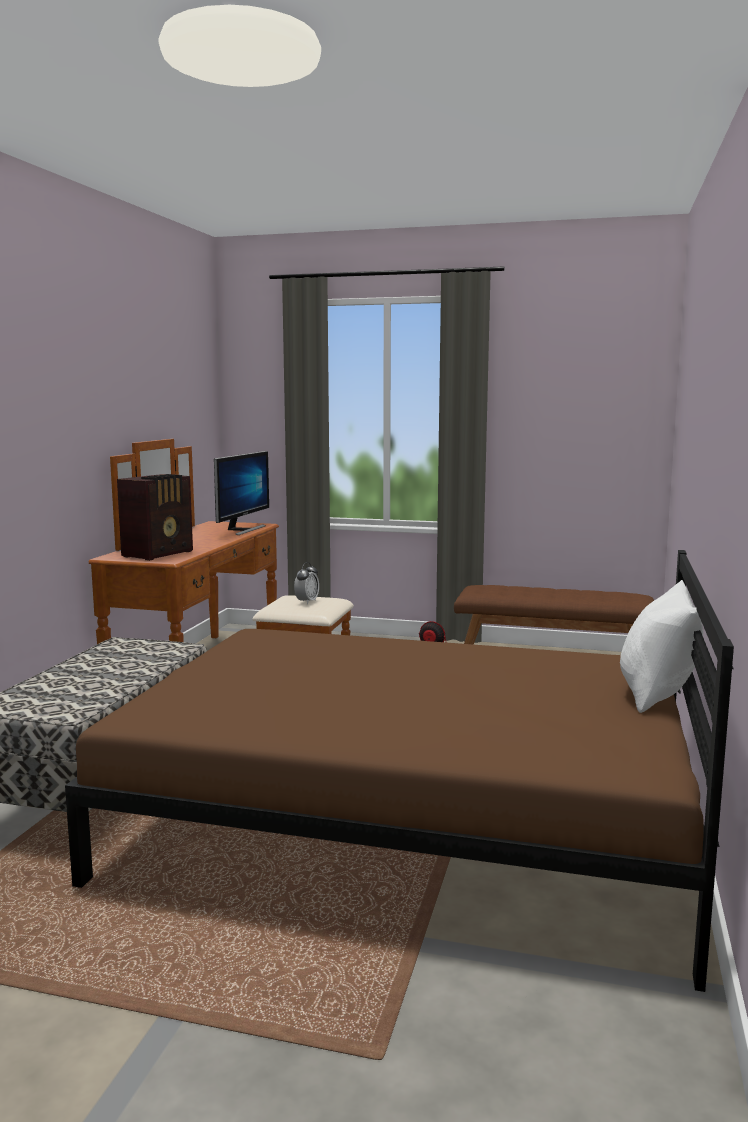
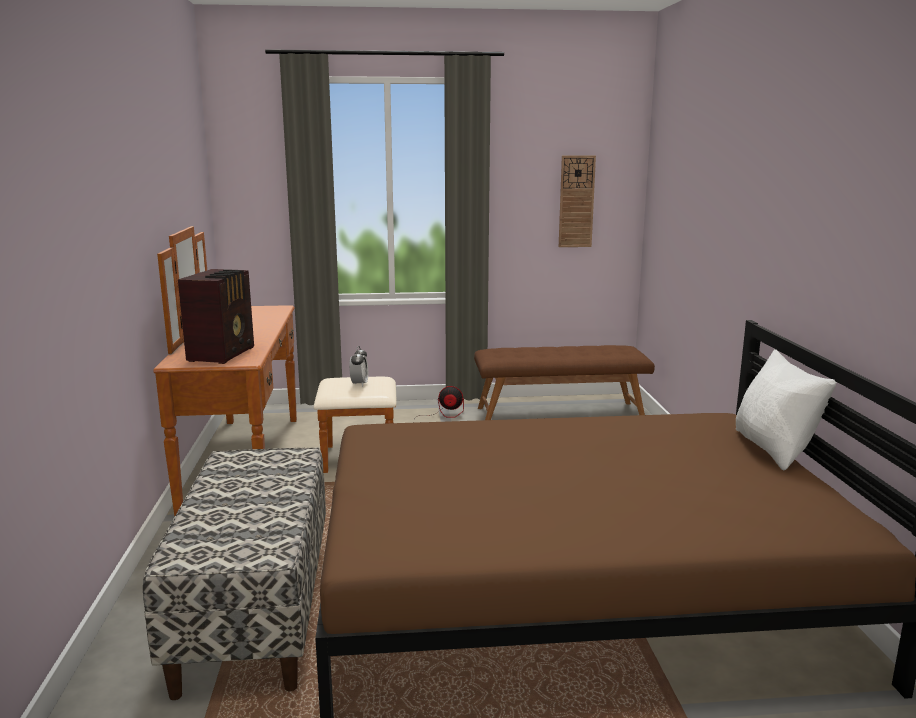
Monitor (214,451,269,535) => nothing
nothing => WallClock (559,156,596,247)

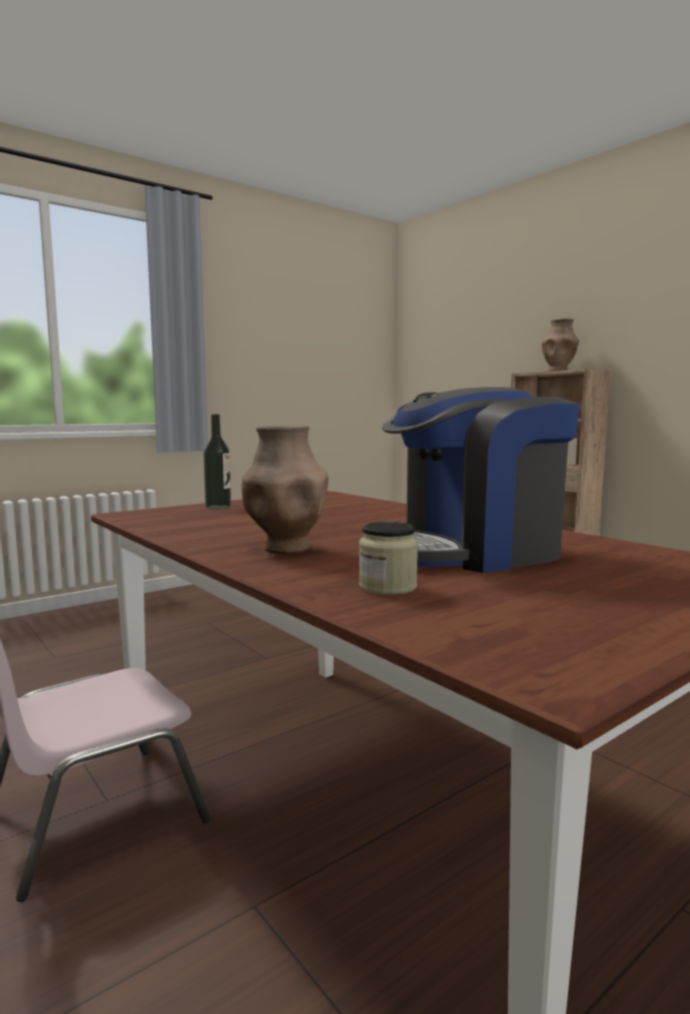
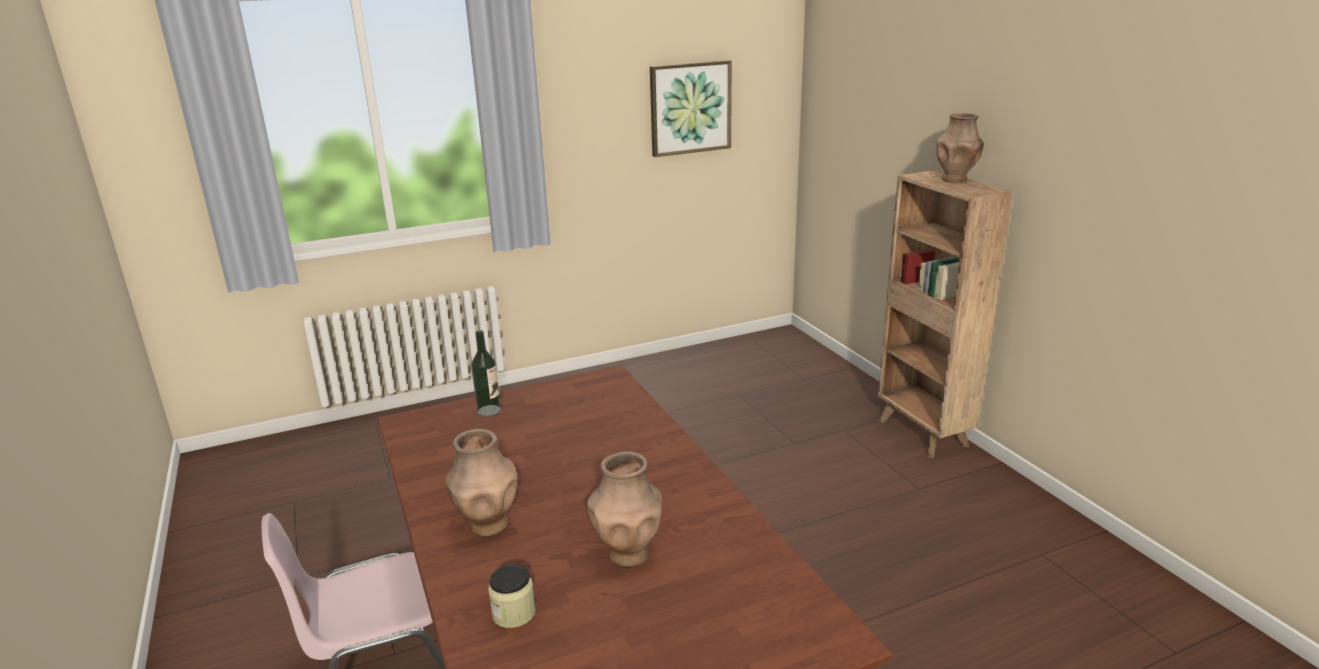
nothing => Picture (650,60,732,157)
CoffeeMachine (382,387,579,573) => BrownVase (587,452,662,568)

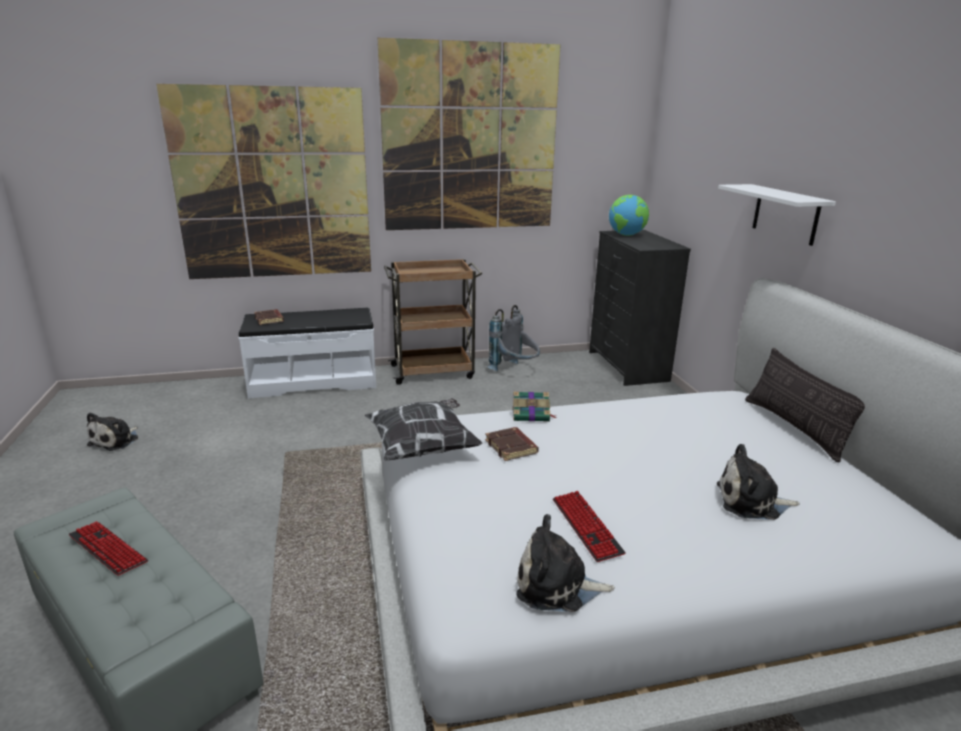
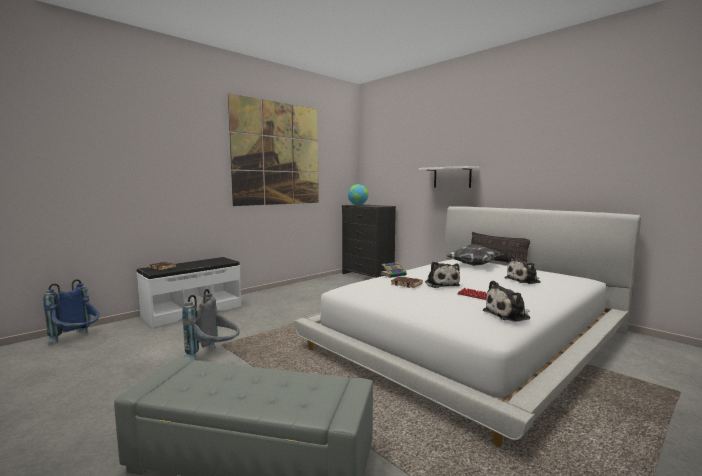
Keyboard (68,521,148,576) => nothing
Picture (156,84,371,279) => nothing
BrownCart (384,259,483,385) => nothing
nothing => BlueBackpack (43,279,99,342)
PlushToy (87,412,138,451) => PlushToy (425,262,460,288), relocated
Pillow (364,398,483,460) => Pillow (446,244,504,266), relocated
GreyBackpack (487,305,540,371) => GreyBackpack (182,289,239,360), relocated

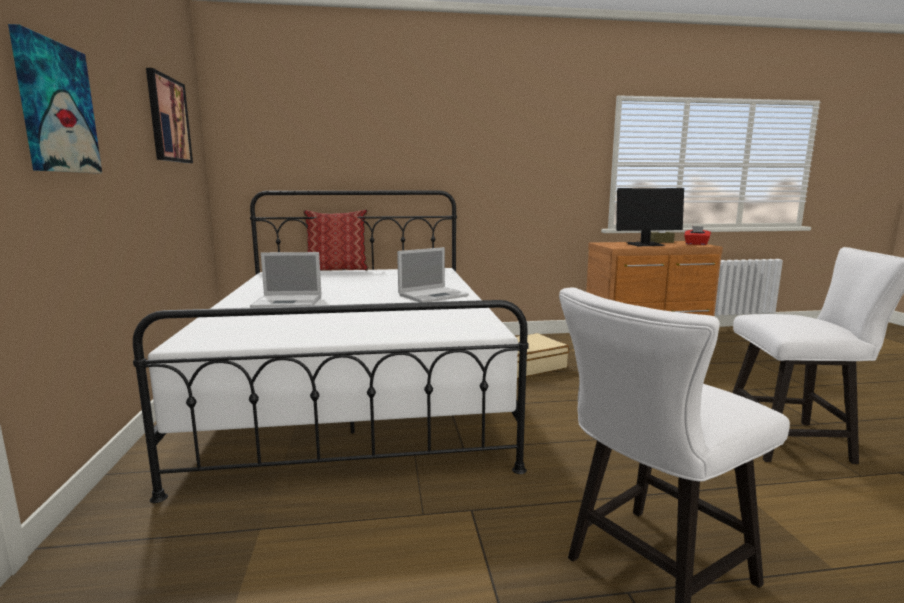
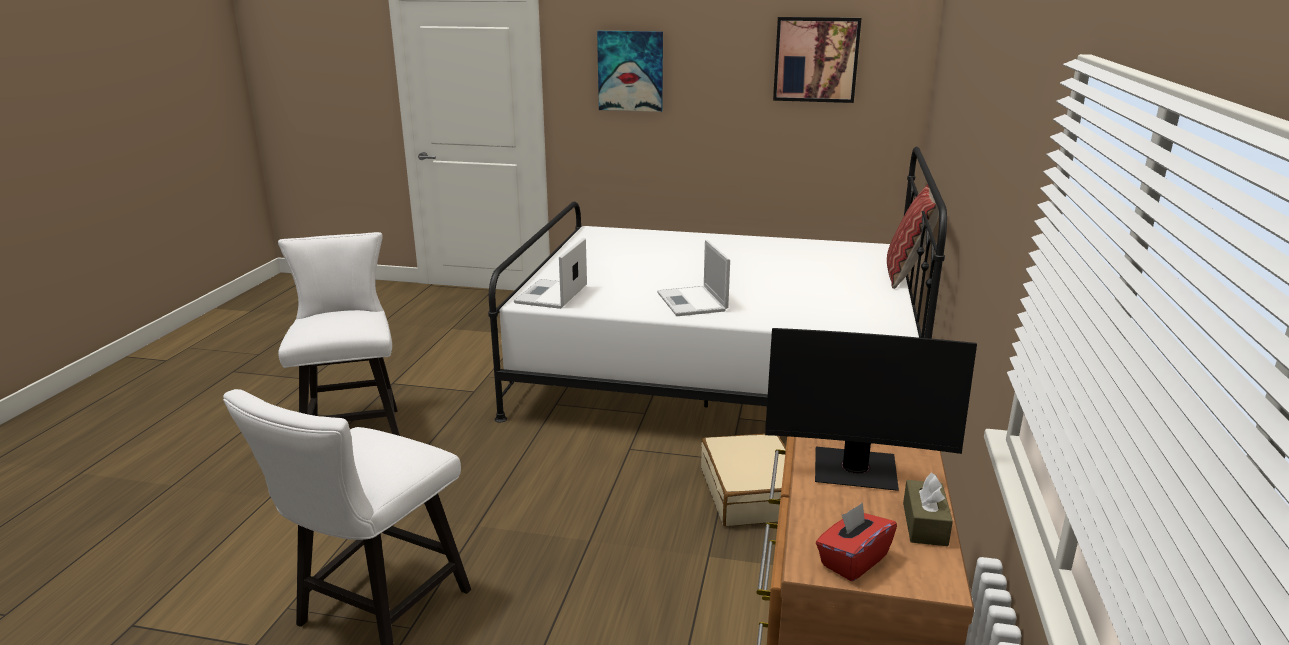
Laptop (250,252,322,308) => Laptop (514,238,587,309), relocated
Monitor (616,188,684,246) => Monitor (765,328,977,491), 90 degrees counterclockwise

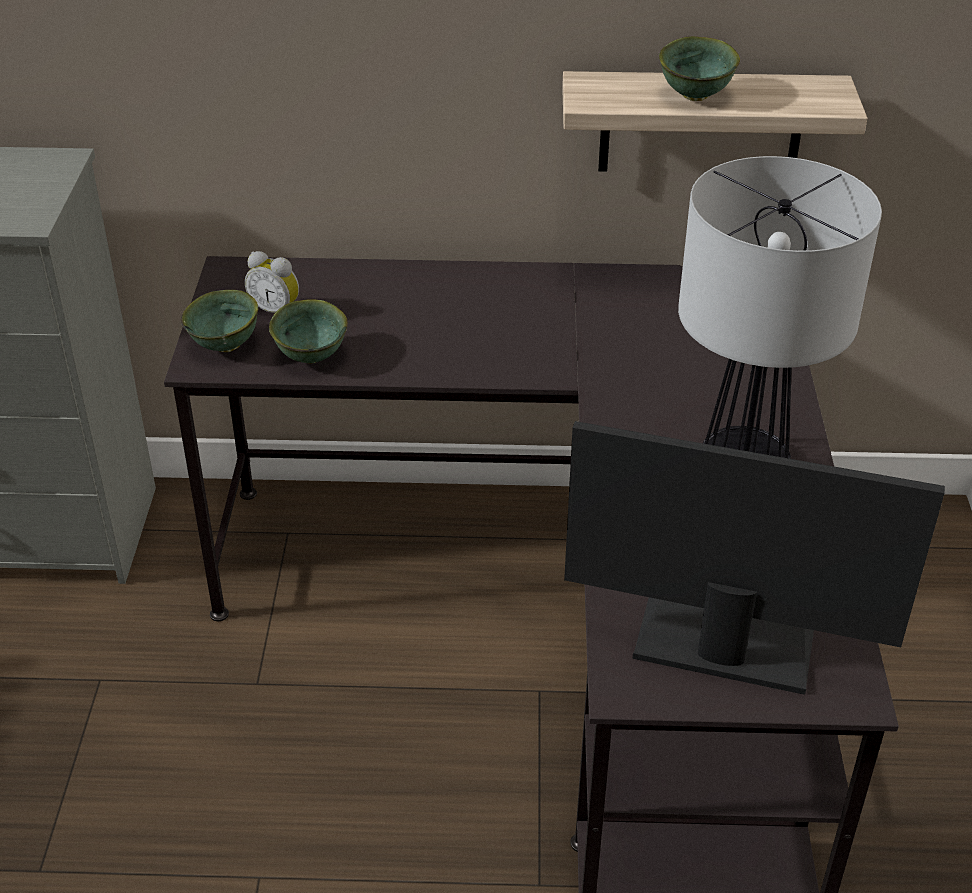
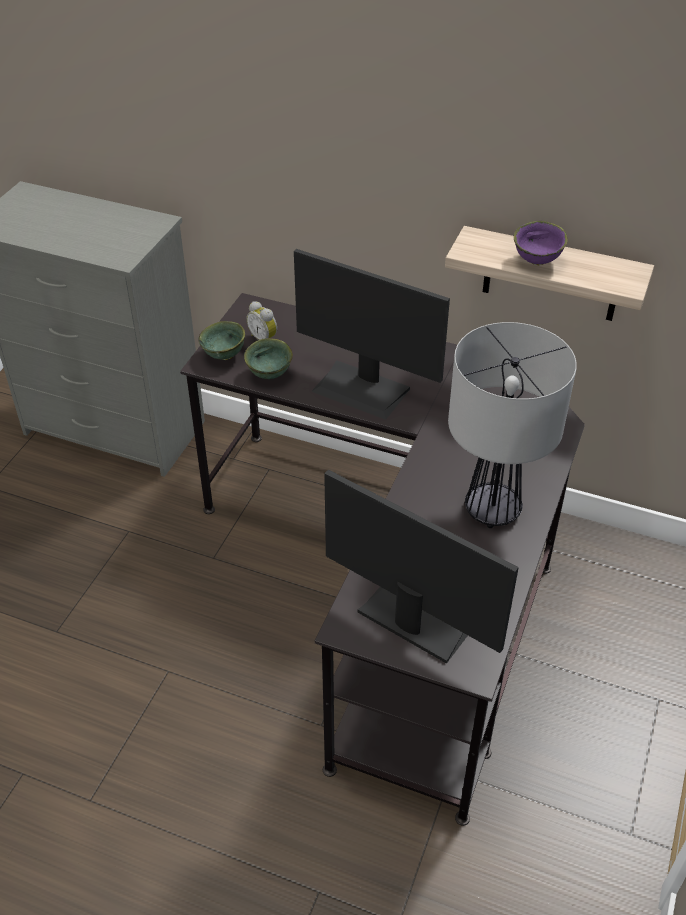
nothing => Monitor (294,249,450,420)
GreenBowl (659,36,740,101) => PurpleBowl (514,221,568,265)

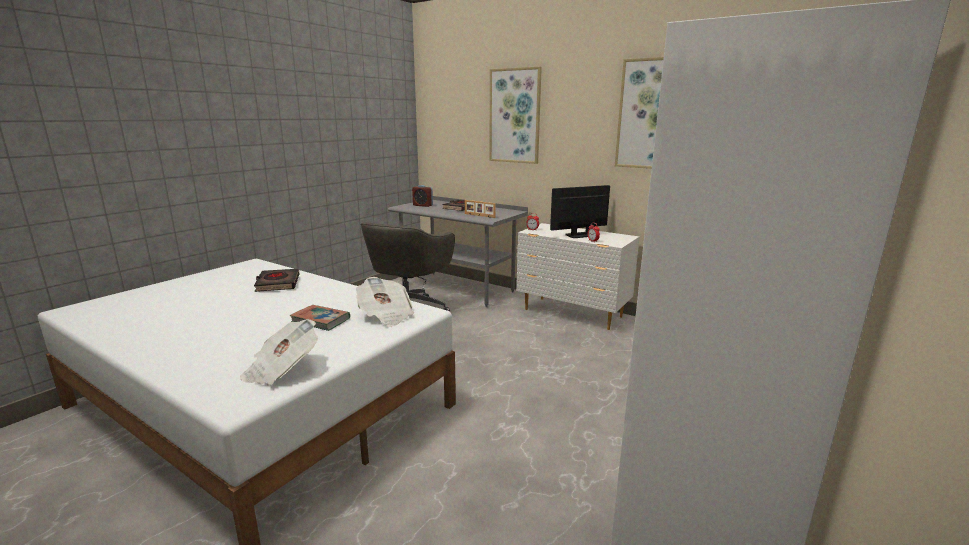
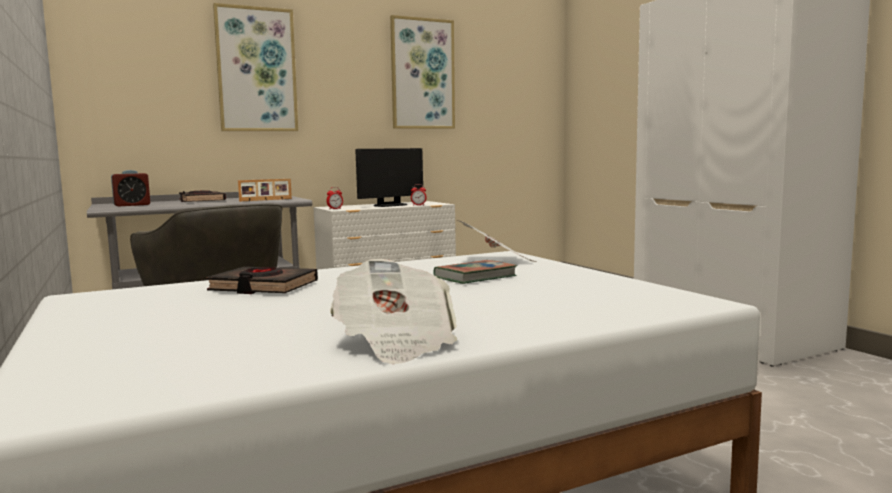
Newspaper (240,319,318,385) => Newspaper (330,259,457,364), relocated
Monitor (550,185,610,238) => Monitor (355,148,423,207), 135 degrees counterclockwise

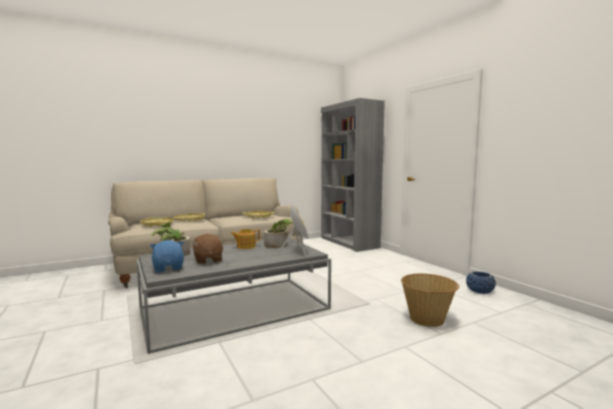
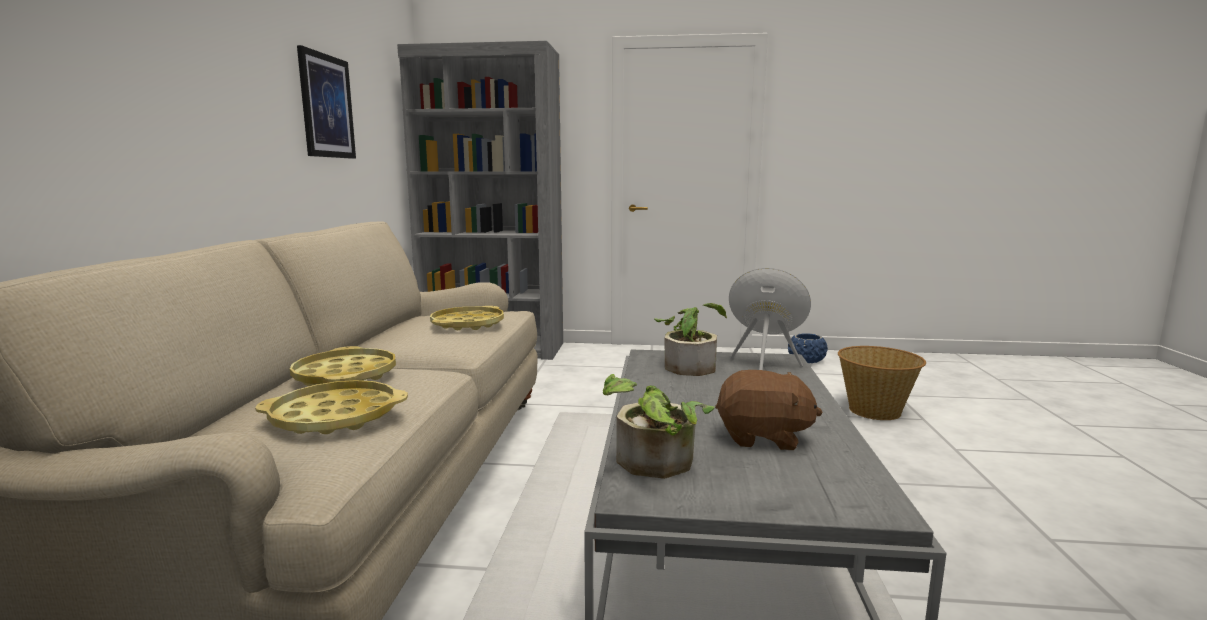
BluePlushToy (150,240,184,273) => nothing
Teapot (231,229,260,249) => nothing
nothing => Picture (297,45,356,159)

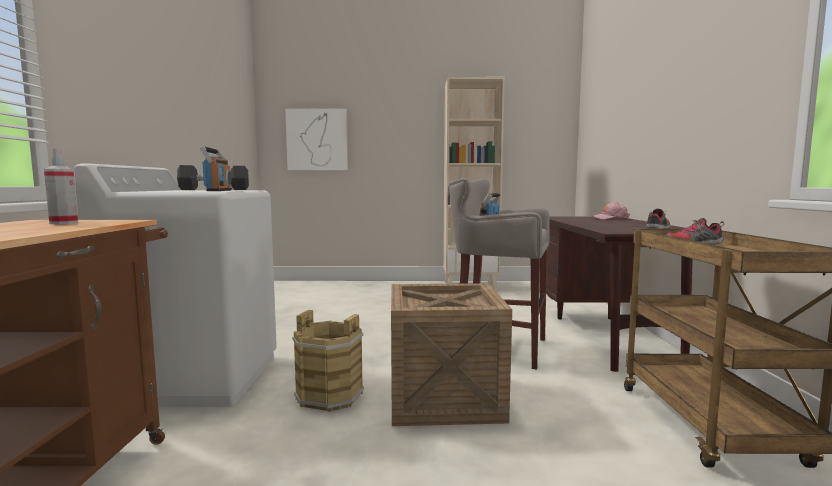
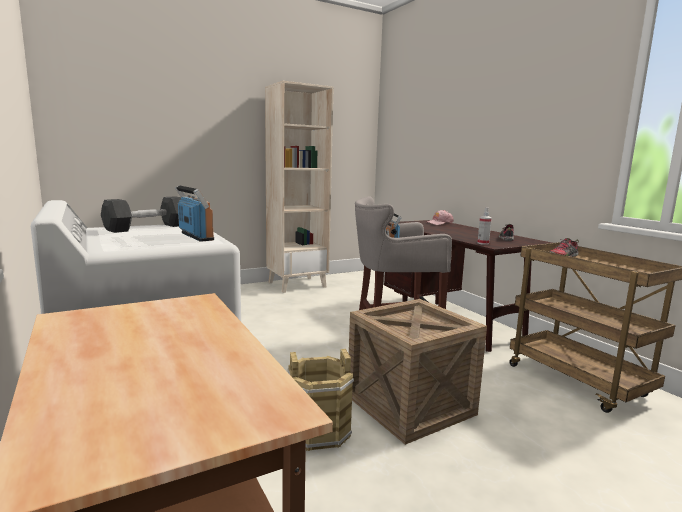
Picture (285,108,348,171) => nothing
SprayBottle (44,148,78,224) => SprayBottle (478,207,492,245), relocated

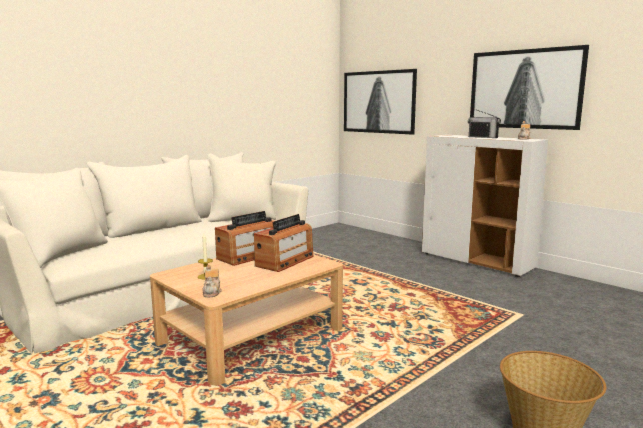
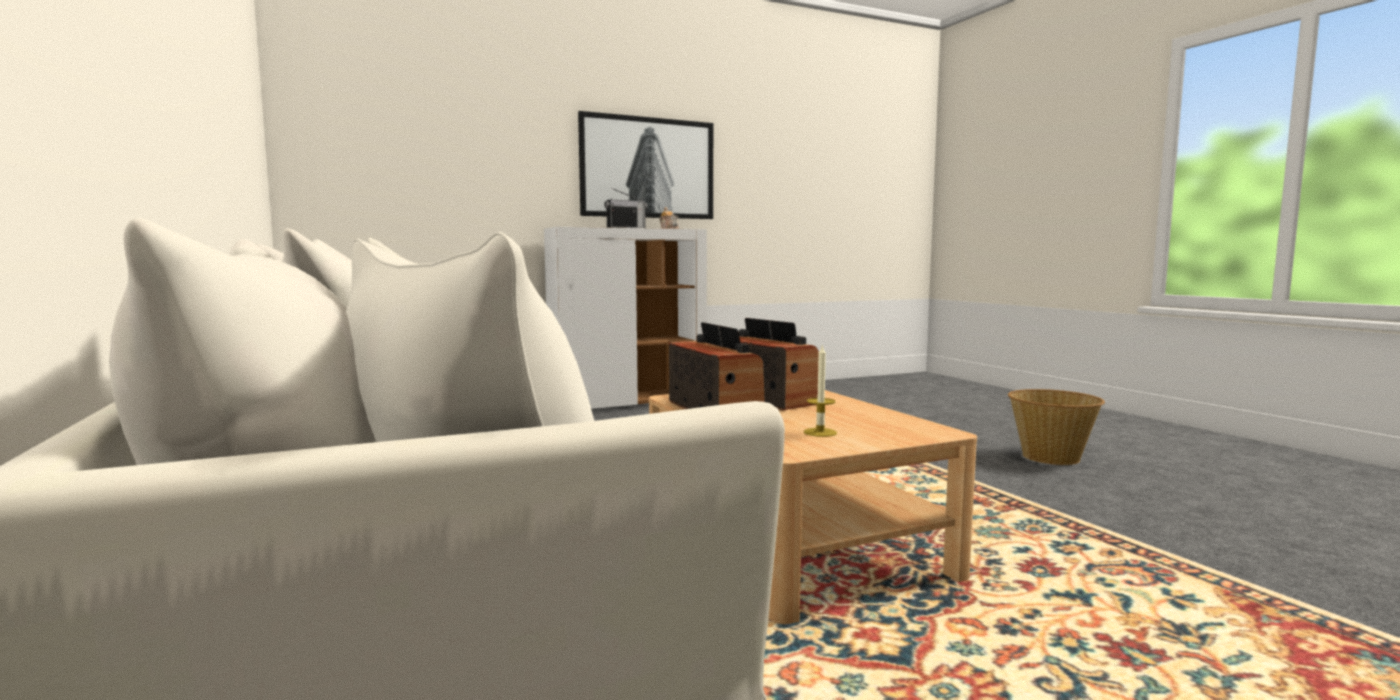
Teapot (202,265,222,297) => nothing
Picture (344,69,417,135) => nothing

